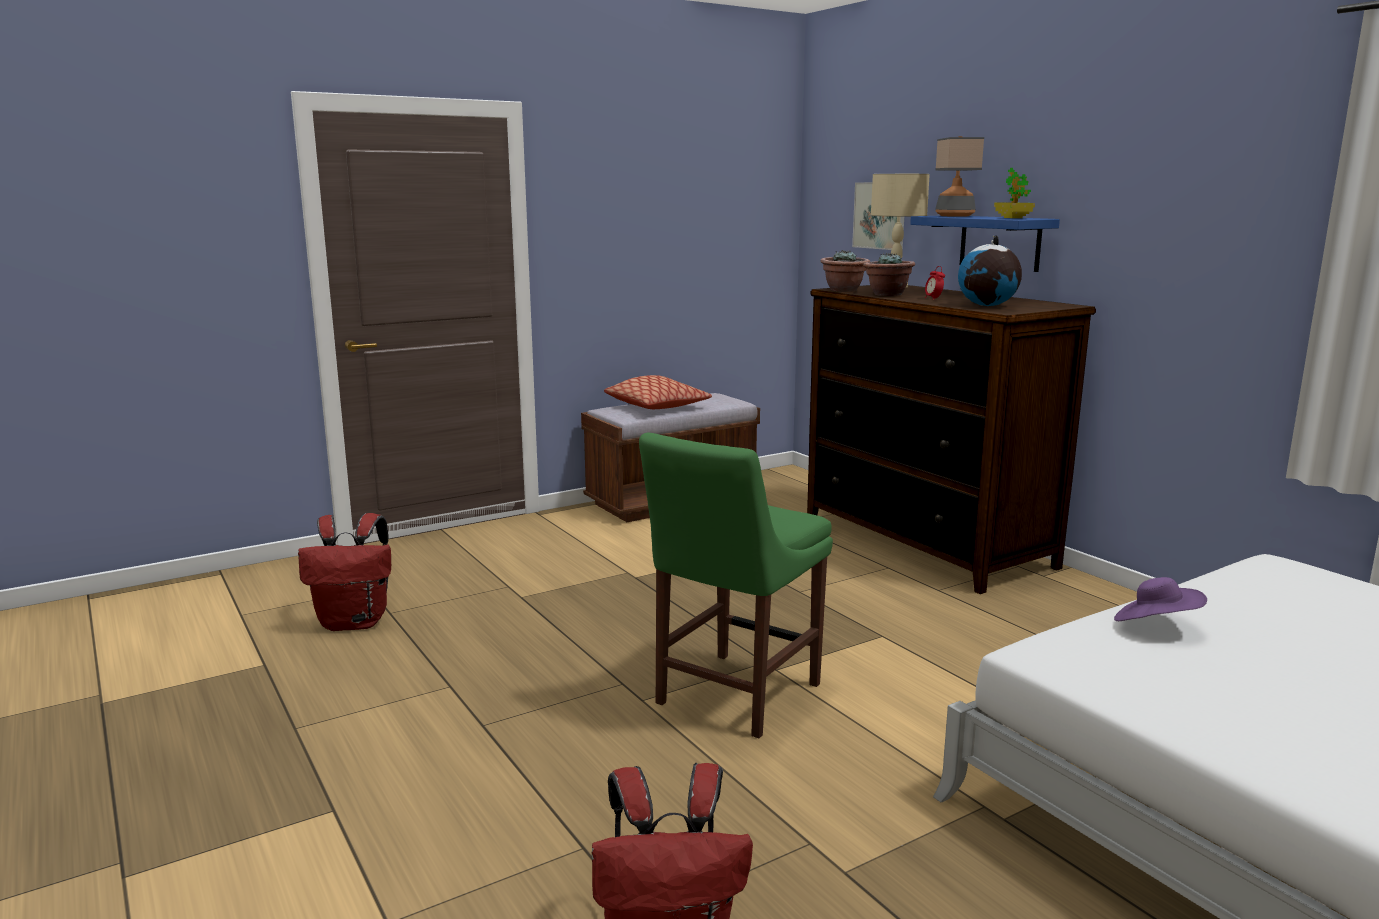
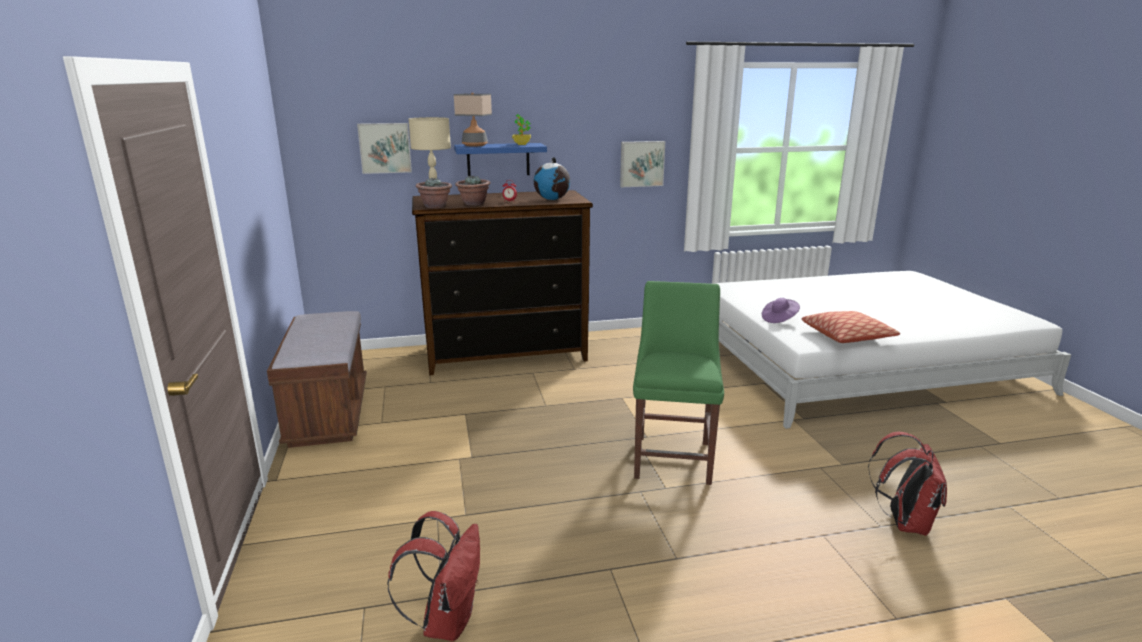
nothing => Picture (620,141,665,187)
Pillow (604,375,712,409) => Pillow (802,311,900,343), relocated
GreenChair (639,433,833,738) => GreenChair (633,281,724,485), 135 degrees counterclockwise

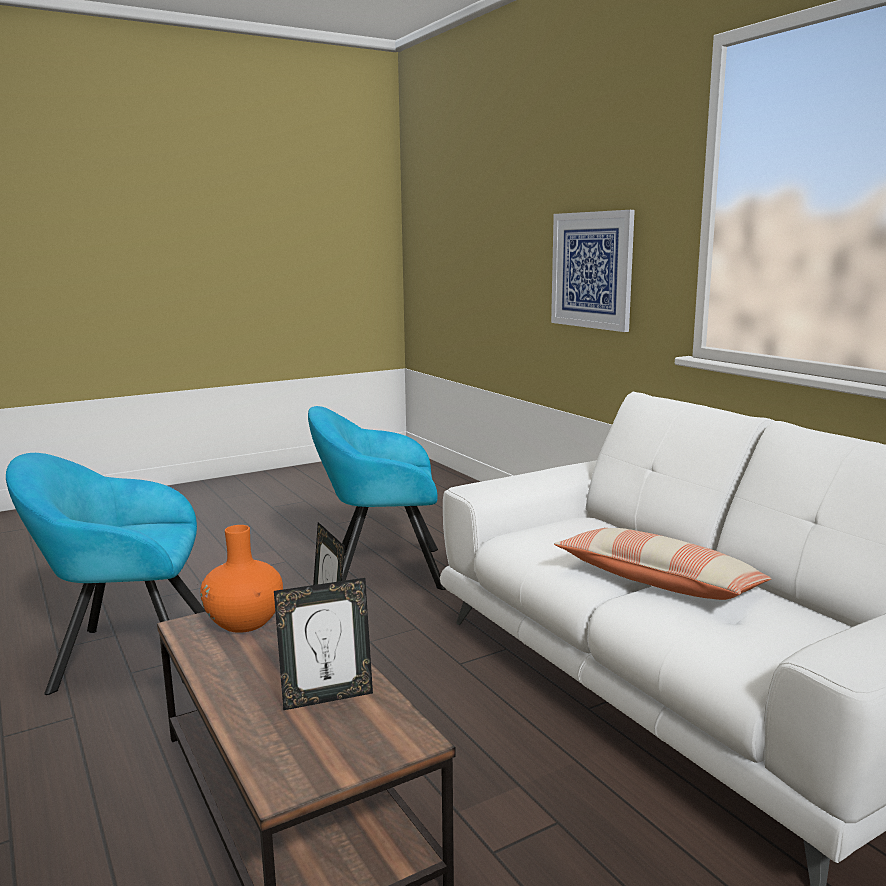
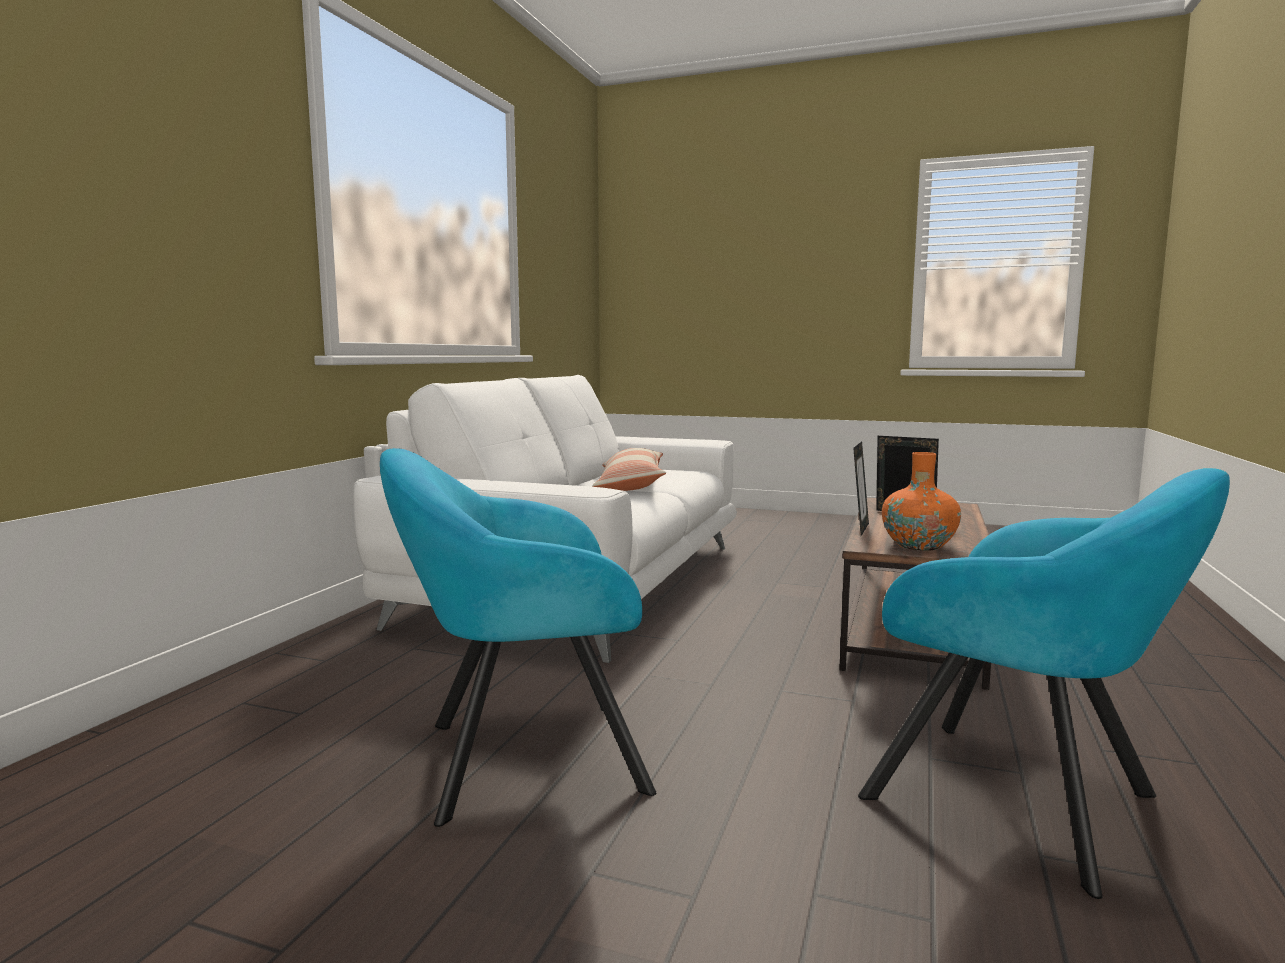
Picture (551,210,635,332) => nothing
TurquoiseArmchair (308,406,446,590) => TurquoiseArmchair (380,448,657,827), 120 degrees clockwise

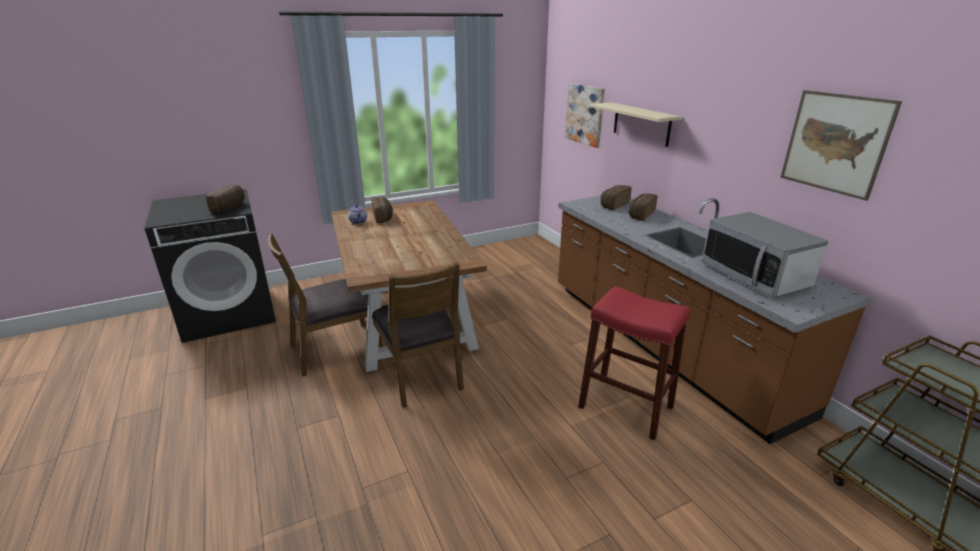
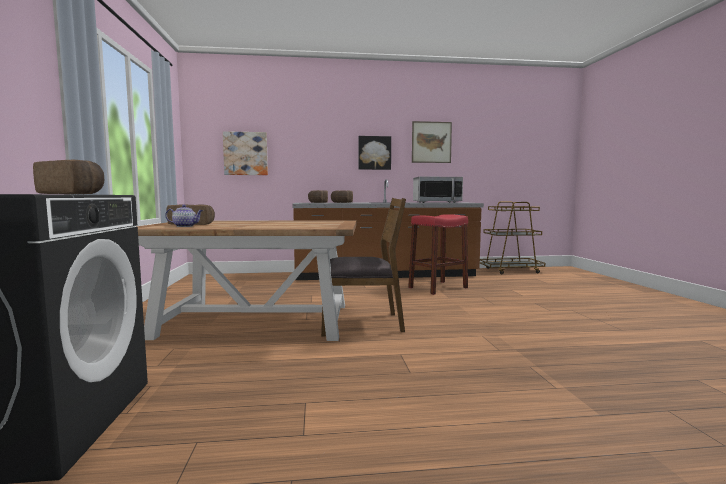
BrownChair (268,232,383,376) => nothing
BeigeShelf (590,102,682,147) => nothing
nothing => Picture (358,136,391,170)

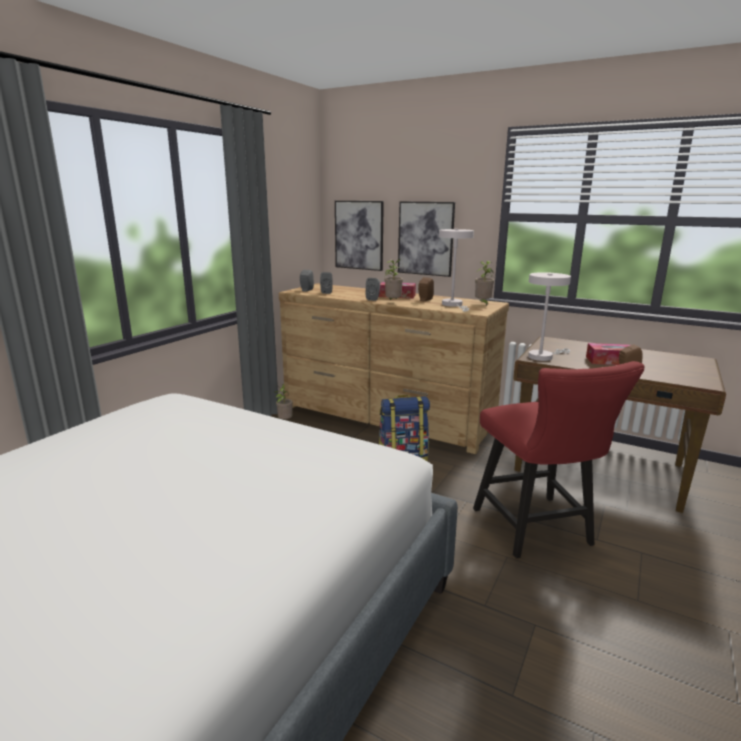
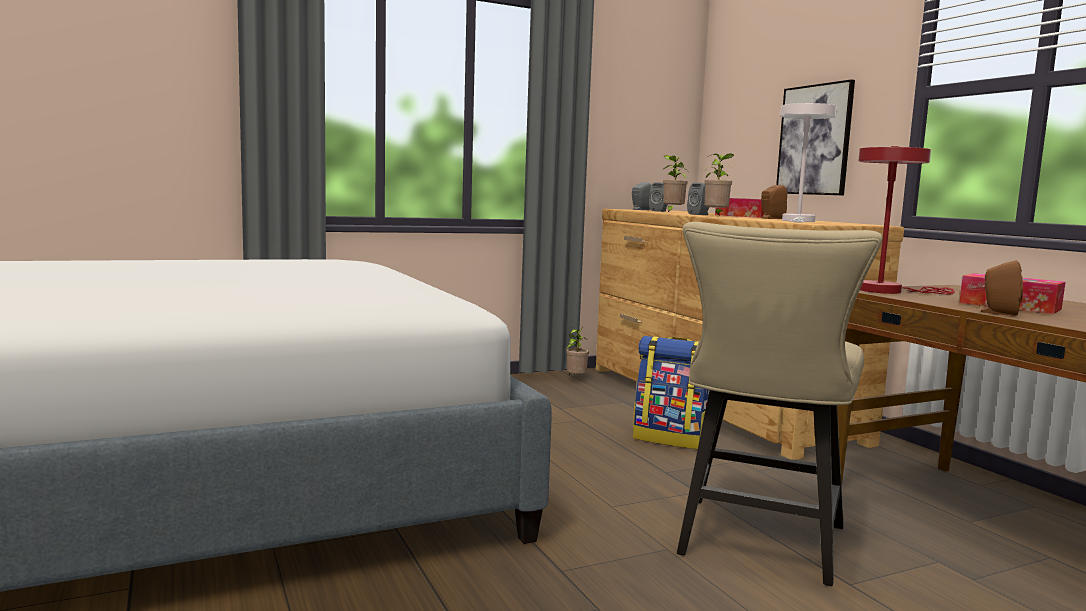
Picture (335,201,384,271) => nothing
PottedPlant (475,261,494,306) => PottedPlant (663,155,688,212), relocated
RedChair (473,361,644,558) => BeigeChair (677,222,883,586)
WhiteTableLamp (528,272,571,361) => RedTableLamp (858,146,955,294)

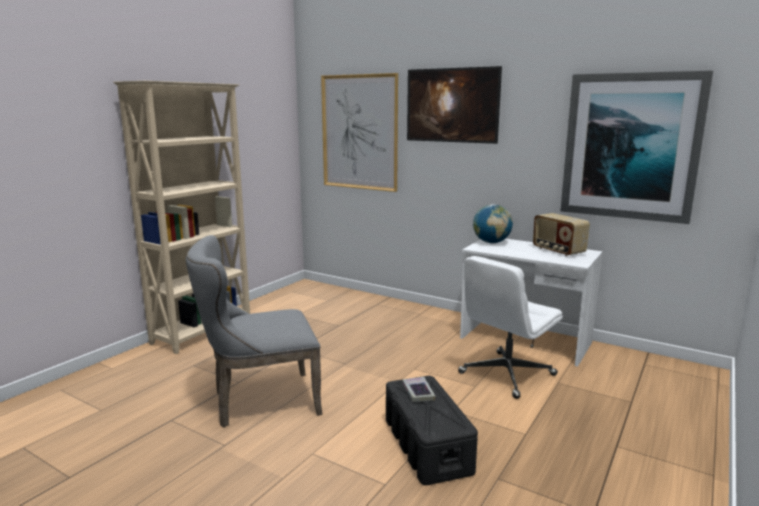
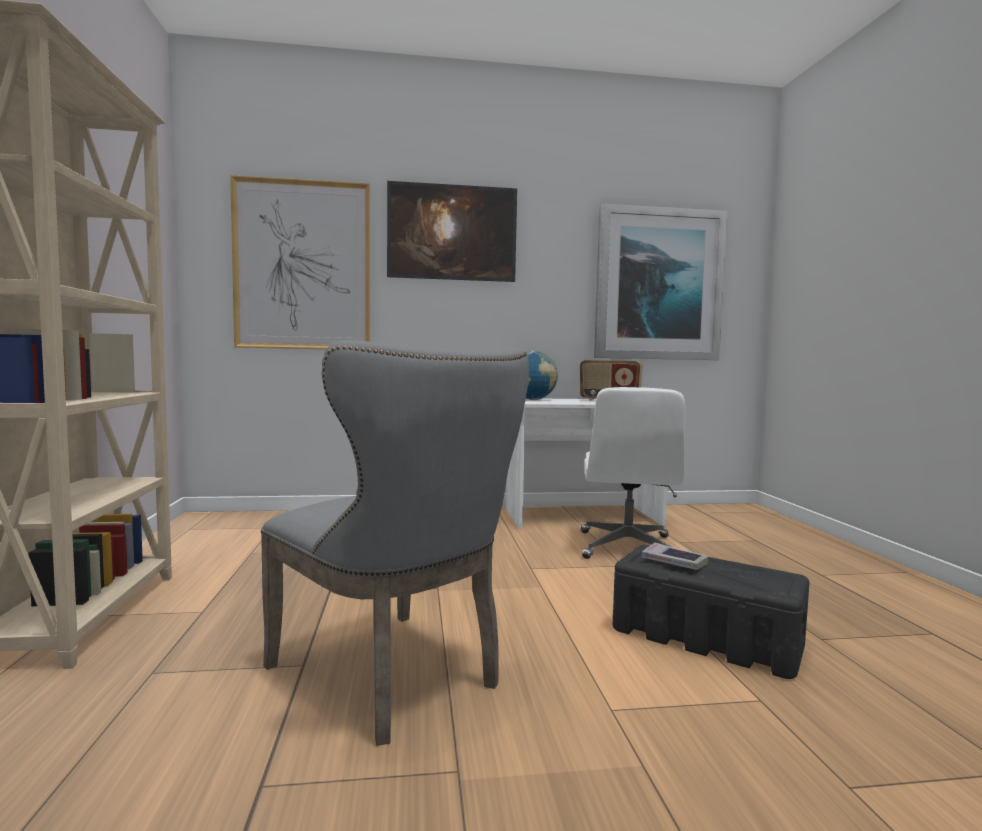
GreyChair (186,235,322,427) => GreyChair (261,340,529,746), 75 degrees counterclockwise

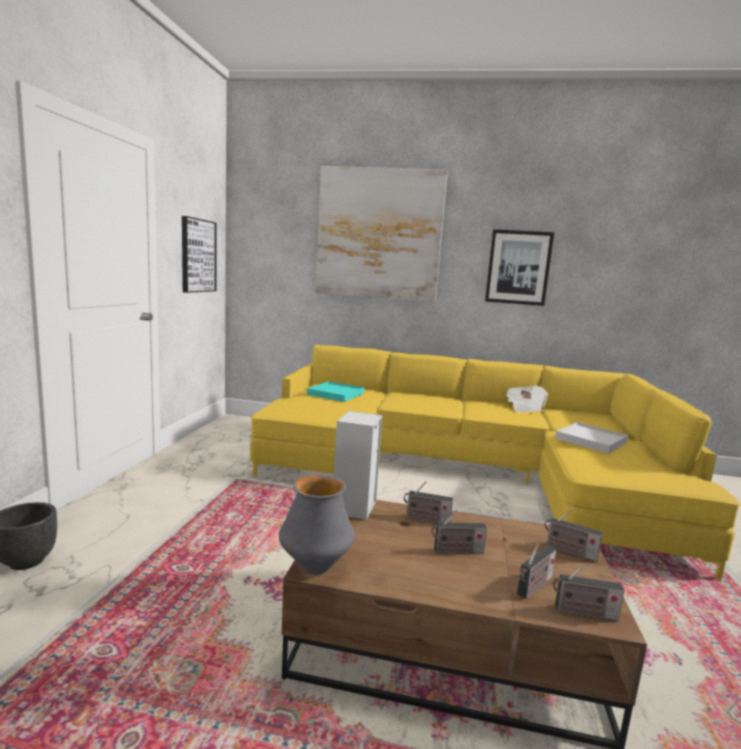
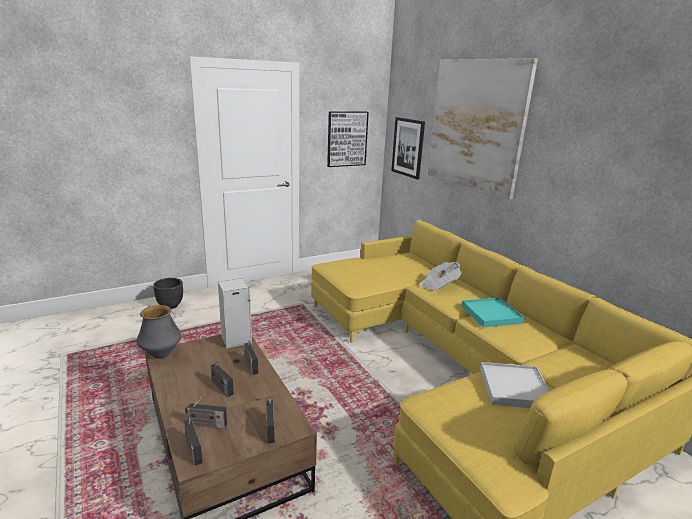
TurquoiseTray (307,381,364,402) => TurquoiseTray (462,297,525,328), relocated
Picture (485,229,554,306) => Picture (391,117,425,180), relocated
Newspaper (506,385,548,413) => Newspaper (419,262,462,291), relocated

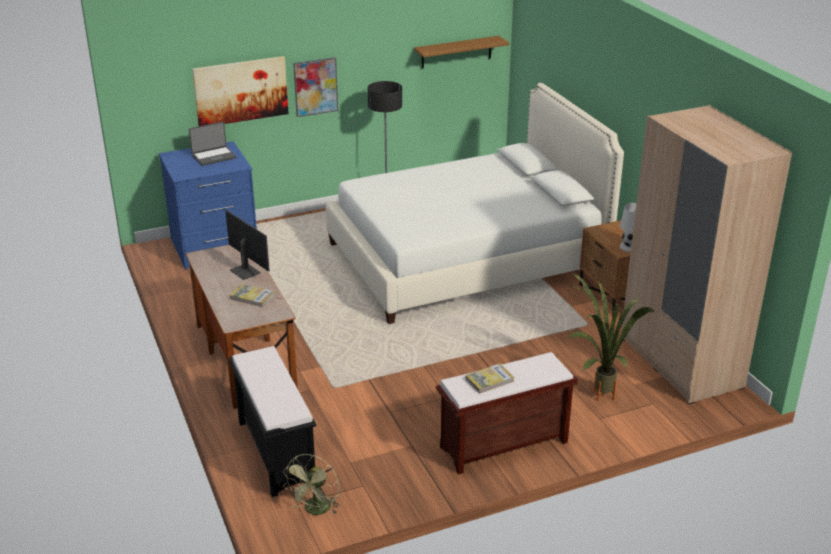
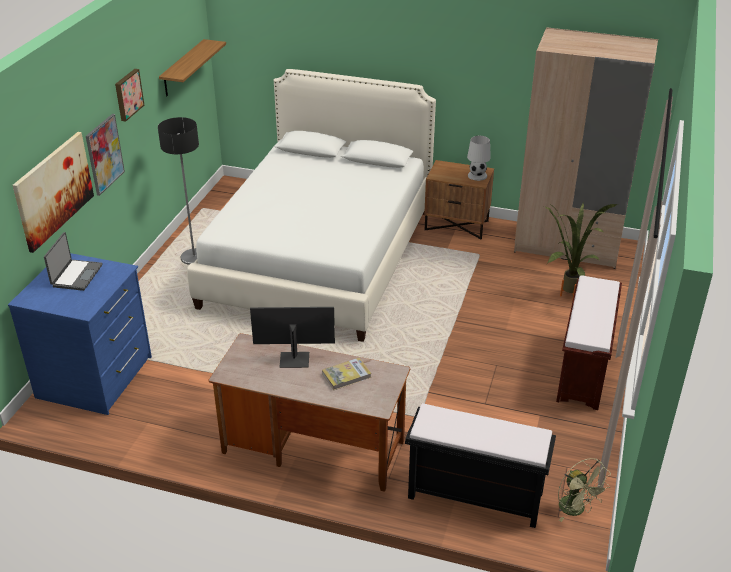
Book (465,363,514,394) => nothing
nothing => Picture (115,69,144,122)

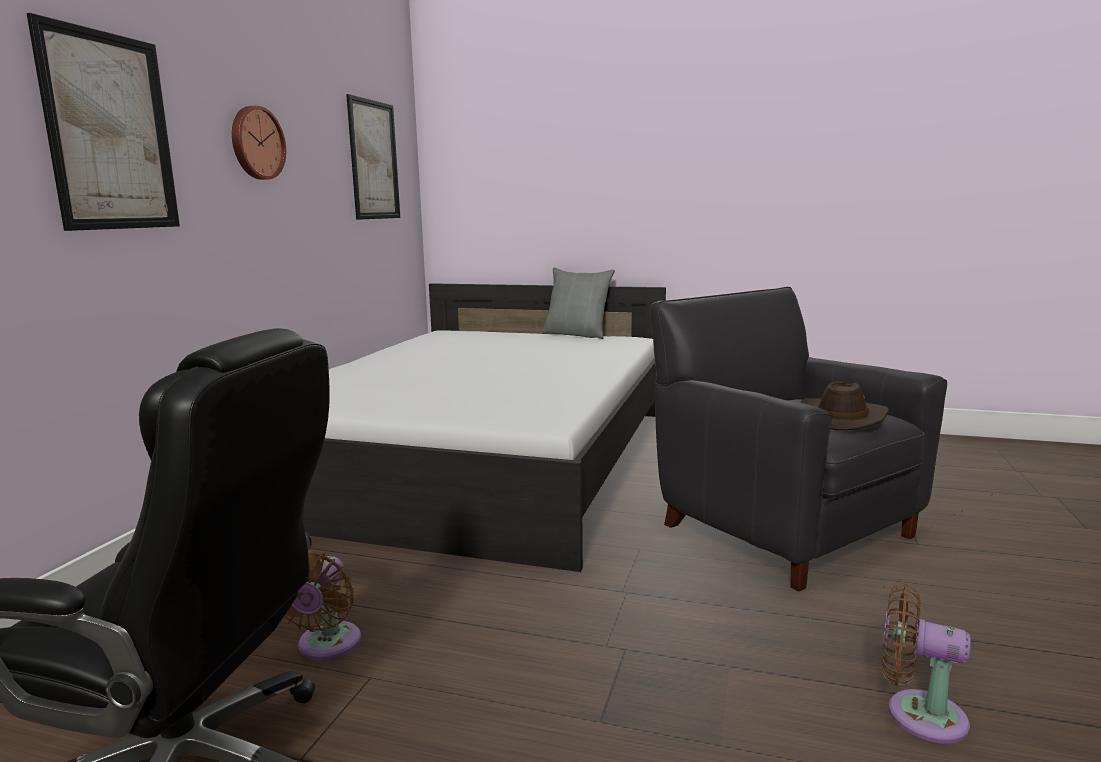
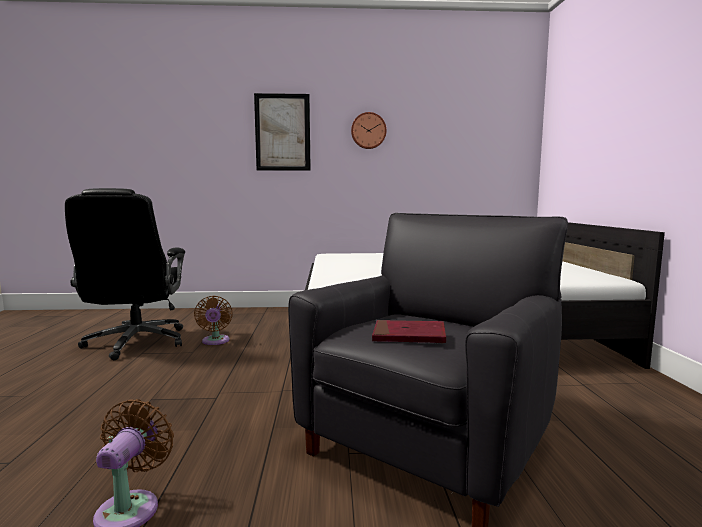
Picture (346,94,400,220) => nothing
GreyPillow (542,267,615,339) => nothing
BrownHat (800,381,889,430) => RedBook (372,320,446,343)
BrownFan (284,551,361,660) => BrownFan (194,296,233,345), 90 degrees counterclockwise

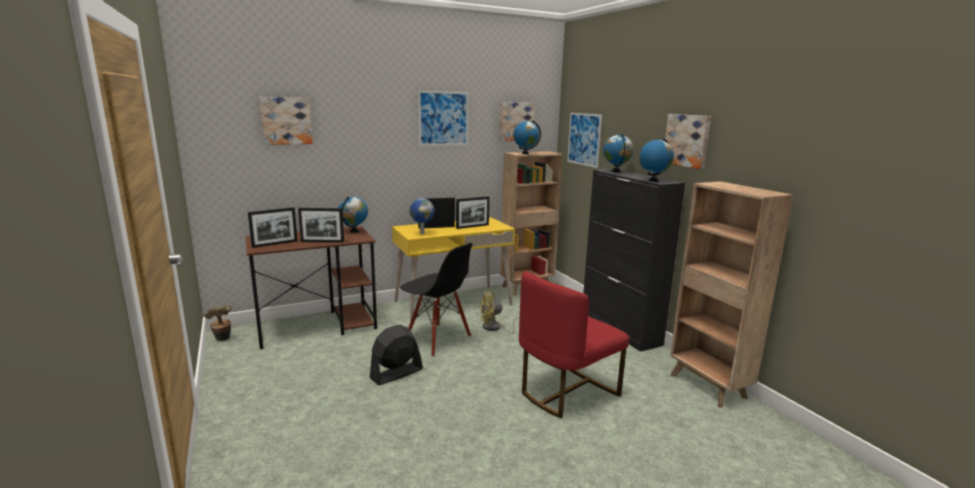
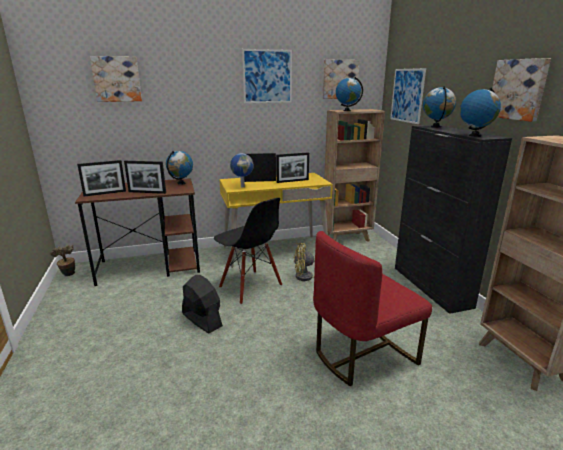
BlackFan (370,325,423,385) => BlackFan (182,275,223,333), 75 degrees clockwise

